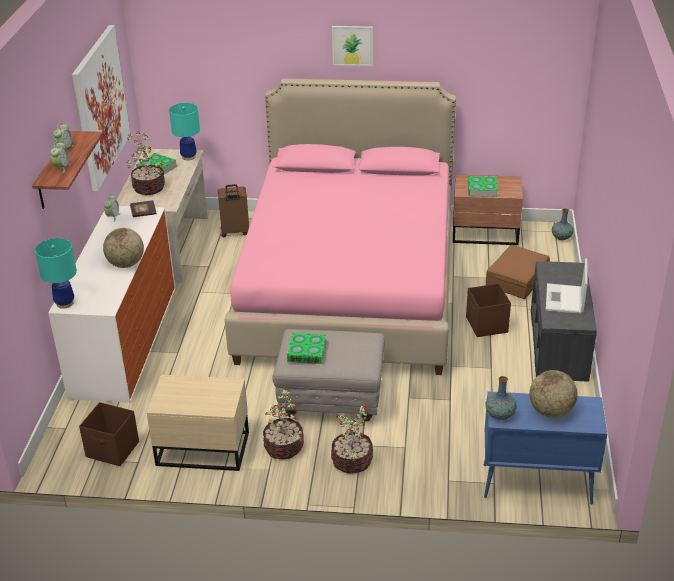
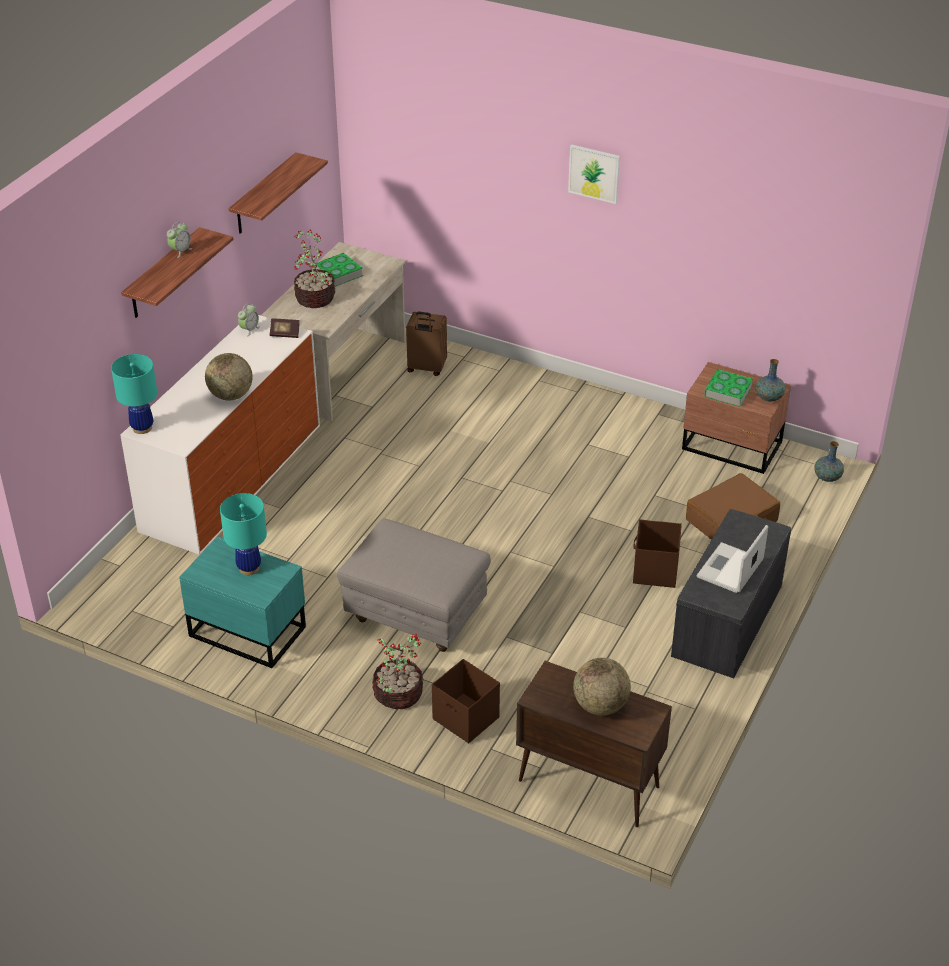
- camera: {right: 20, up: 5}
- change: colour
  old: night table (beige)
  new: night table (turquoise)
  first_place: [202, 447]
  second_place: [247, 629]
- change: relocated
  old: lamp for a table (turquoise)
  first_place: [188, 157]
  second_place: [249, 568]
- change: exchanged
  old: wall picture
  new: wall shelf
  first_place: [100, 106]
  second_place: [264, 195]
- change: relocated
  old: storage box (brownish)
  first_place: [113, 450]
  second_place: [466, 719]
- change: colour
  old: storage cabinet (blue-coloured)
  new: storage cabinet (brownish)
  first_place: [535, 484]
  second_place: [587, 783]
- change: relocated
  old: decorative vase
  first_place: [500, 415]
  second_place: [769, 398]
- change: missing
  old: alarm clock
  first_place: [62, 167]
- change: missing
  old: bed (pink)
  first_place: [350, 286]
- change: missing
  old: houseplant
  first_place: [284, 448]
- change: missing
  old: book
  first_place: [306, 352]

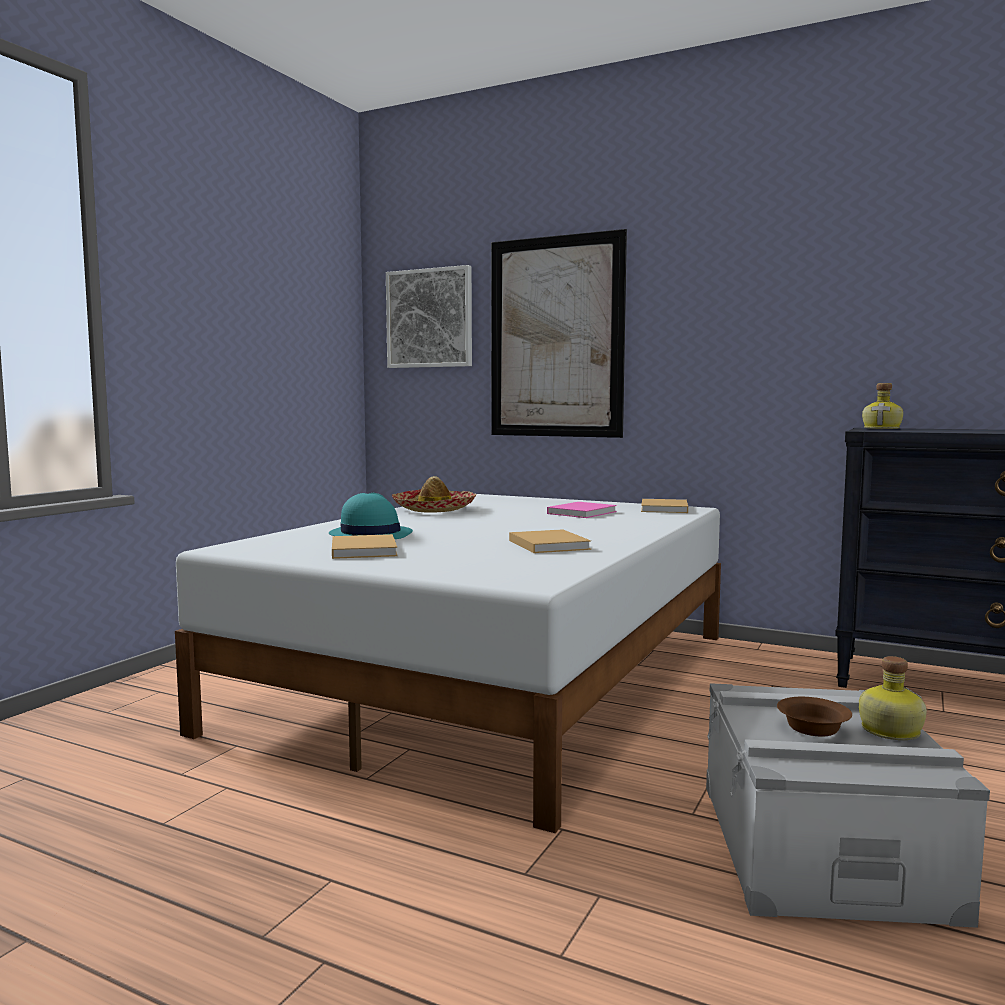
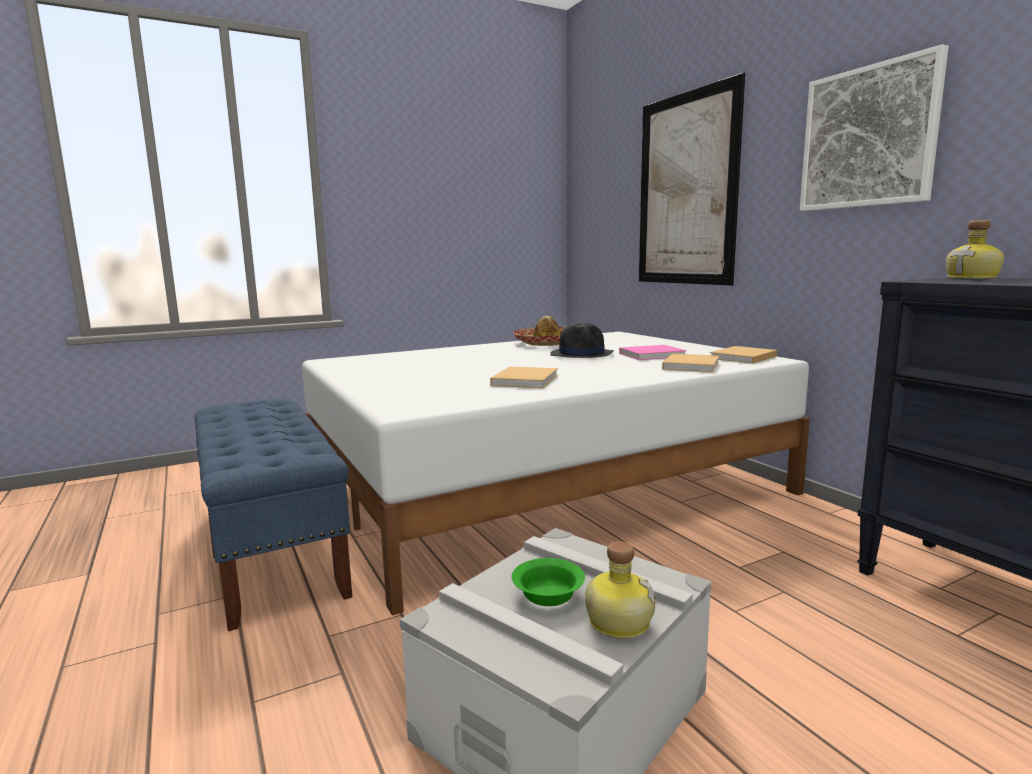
- camera: {right: 35, up: 5}
- change: appeared
  new: indoor bench (blue-coloured)
  second_place: [272, 548]
- change: colour
  old: deep dish (brownish)
  new: deep dish (greenish)
  first_place: [811, 729]
  second_place: [546, 594]
- change: appeared
  new: hat (black)
  second_place: [582, 354]
- change: relocated
  old: book (beige)
  first_place: [363, 549]
  second_place: [691, 365]
- change: relocated
  old: wall picture
  first_place: [430, 318]
  second_place: [868, 137]
- change: missing
  old: hat (turquoise)
  first_place: [370, 534]

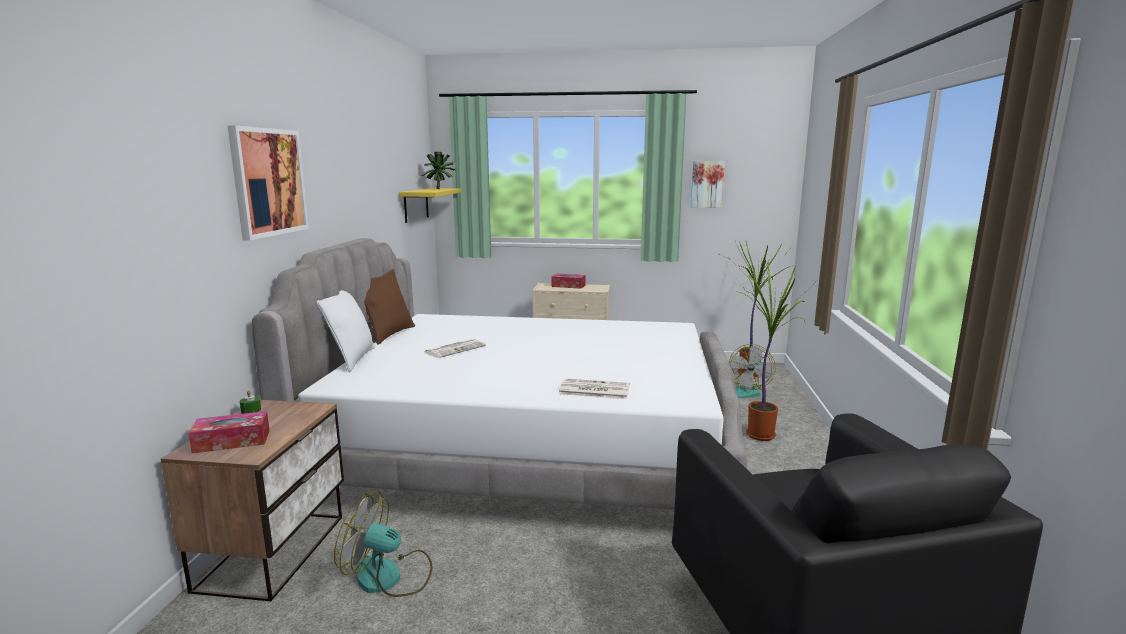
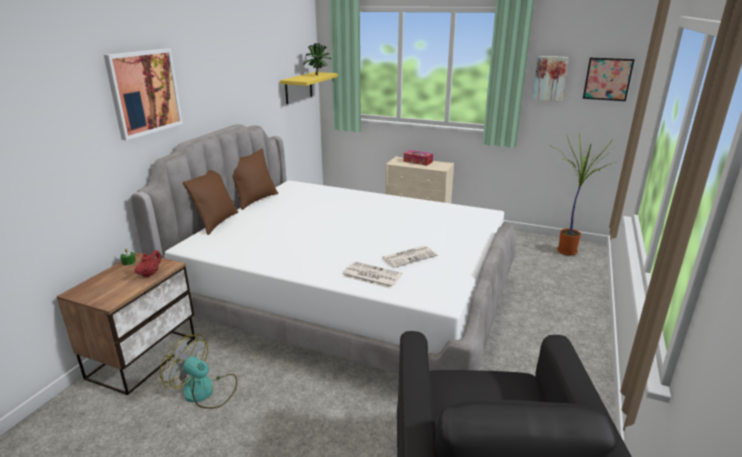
- camera: {right: 15, up: 10}
- change: appeared
  new: teapot (red)
  second_place: [150, 274]
- change: colour
  old: throw pillow (whitish)
  new: throw pillow (brownish)
  first_place: [352, 359]
  second_place: [216, 222]
- change: relocated
  old: daily paper
  first_place: [455, 349]
  second_place: [409, 257]
- change: appeared
  new: wall picture
  second_place: [607, 79]
- change: missing
  old: tissue box
  first_place: [232, 441]
- change: missing
  old: cooling fan
  first_place: [746, 391]
- change: missing
  old: houseplant
  first_place: [760, 434]

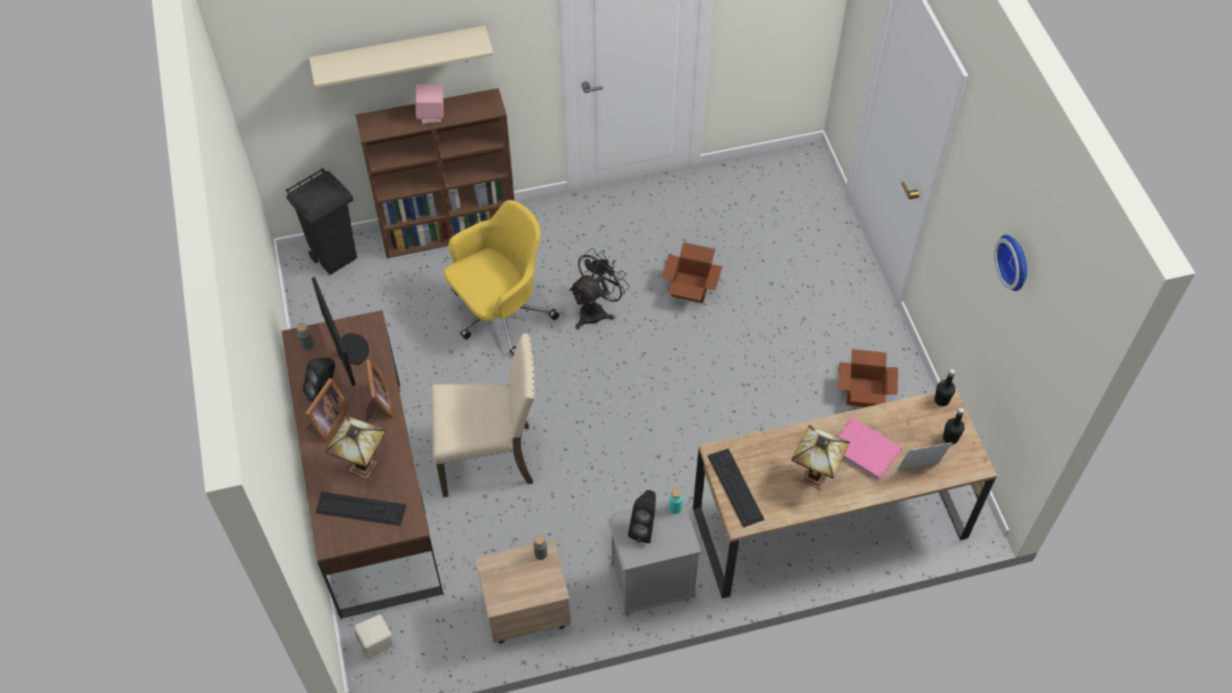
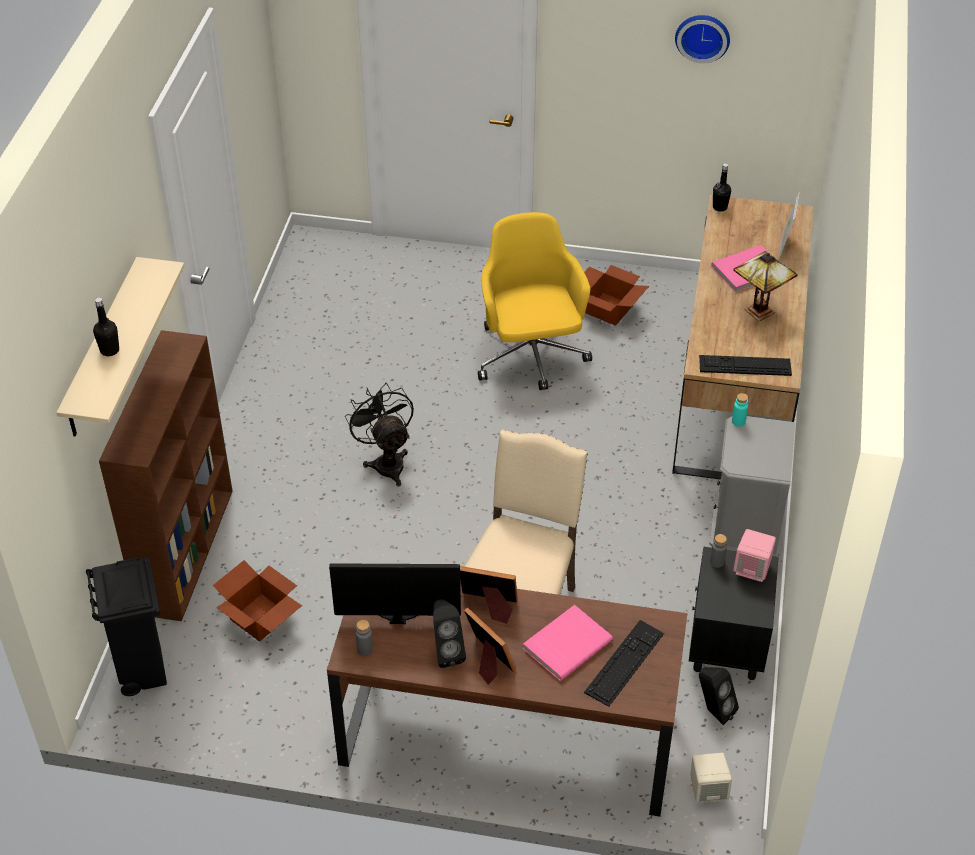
- camera: {right: -65, up: -10}
- change: relocated
  old: beverage bottle (black)
  first_place: [950, 438]
  second_place: [109, 350]
- change: relocated
  old: cardboard box
  first_place: [689, 288]
  second_place: [260, 619]
- change: relocated
  old: office chair (yellow)
  first_place: [500, 314]
  second_place: [531, 356]
- change: exchanged
  old: lamp for a table
  new: book (pink)
  first_place: [363, 465]
  second_place: [566, 644]
- change: colour
  old: night table (beige)
  new: night table (black)
  first_place: [525, 611]
  second_place: [726, 645]
- change: relocated
  old: audio speaker (black)
  first_place: [644, 528]
  second_place: [713, 711]
- change: relocated
  old: audio speaker (pink)
  first_place: [431, 115]
  second_place: [752, 569]

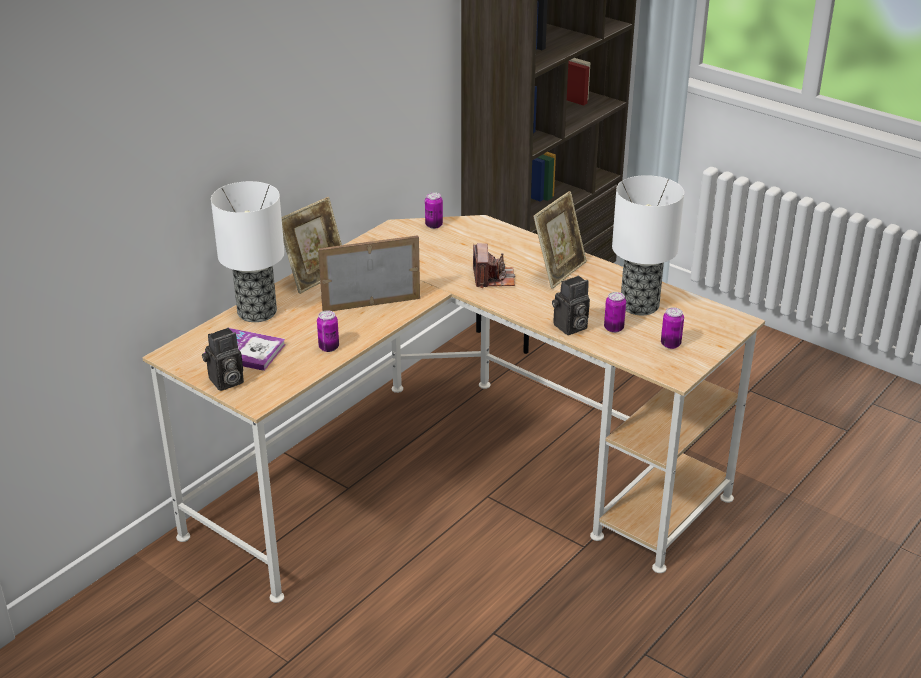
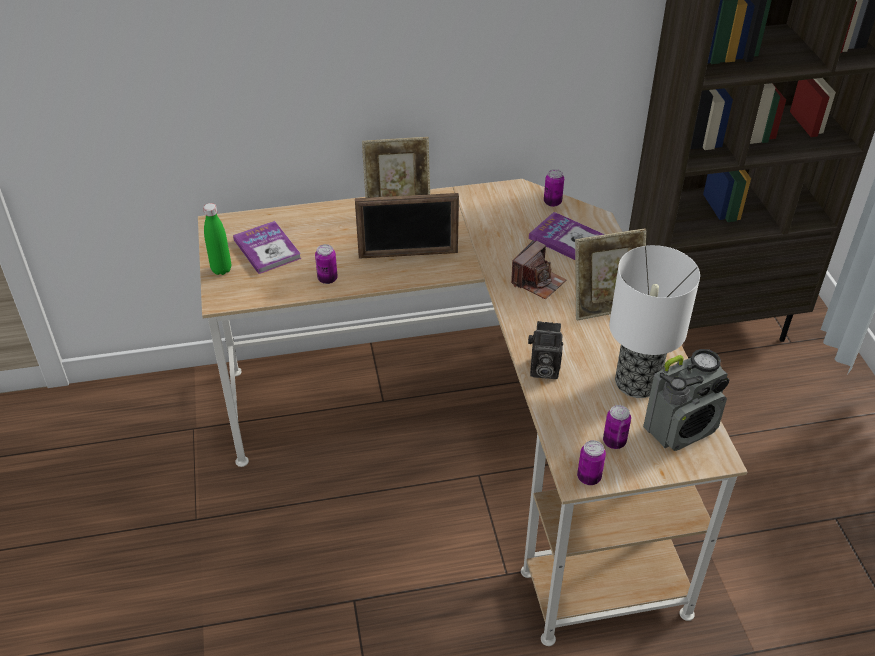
- camera: {right: 40, up: 10}
- change: exchanged
  old: photo camera
  new: beverage bottle (greenish)
  first_place: [225, 382]
  second_place: [221, 269]
- change: spun
  old: picture frame
  first_place: [371, 304]
  second_place: [408, 254]
  degrees: 150
- change: appeared
  new: book
  second_place: [566, 239]
- change: relocated
  old: can
  first_place: [613, 328]
  second_place: [589, 477]
- change: appeared
  new: radio set
  second_place: [681, 428]
- change: missing
  old: lamp for a table
  first_place: [258, 312]

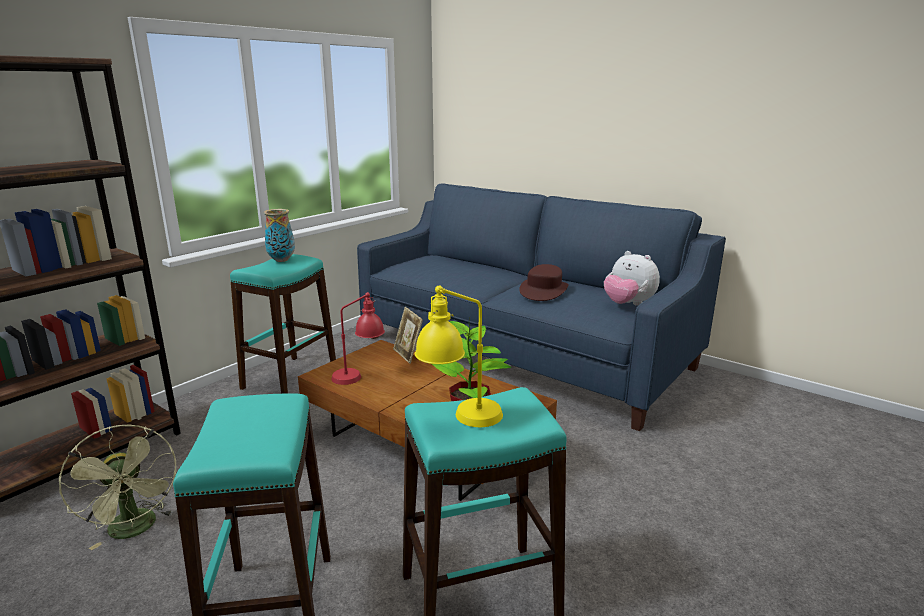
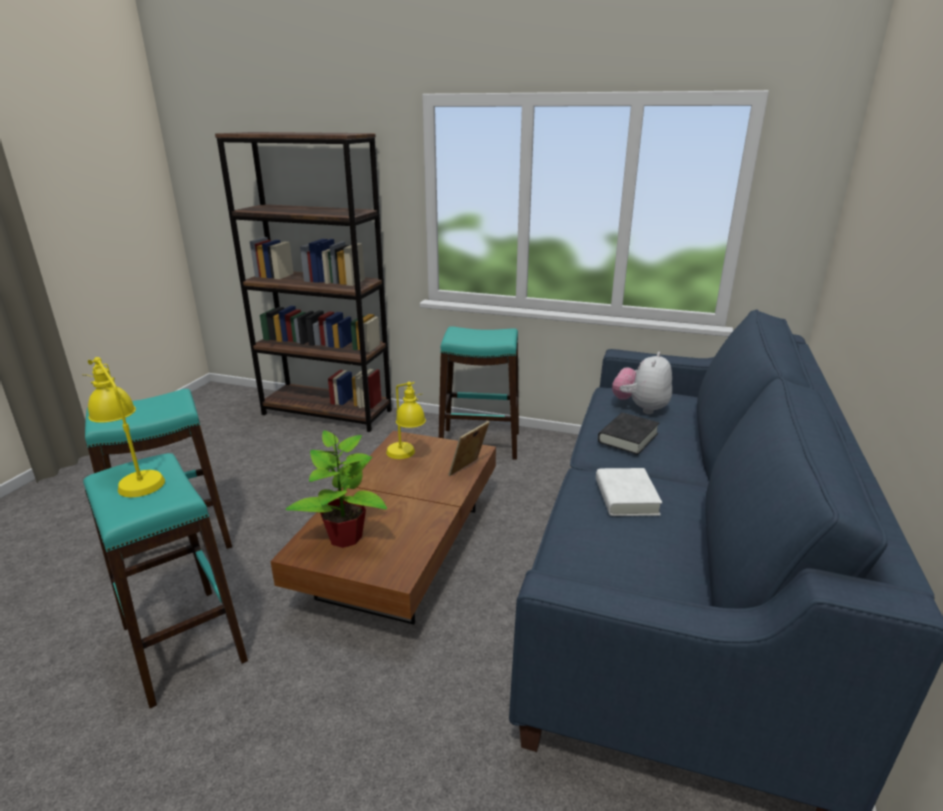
- camera: {right: 70, up: 5}
- change: colour
  old: lamp for a table (red)
  new: lamp for a table (yellow)
  first_place: [359, 376]
  second_place: [407, 457]
- change: exchanged
  old: hat (brownish)
  new: book (whitish)
  first_place: [544, 290]
  second_place: [626, 497]
- change: appeared
  new: book (black)
  second_place: [628, 438]
- change: relocated
  old: soft toy
  first_place: [628, 304]
  second_place: [640, 408]
- change: missing
  old: cooling fan (greenish)
  first_place: [136, 530]
- change: missing
  old: decorative vase
  first_place: [282, 260]

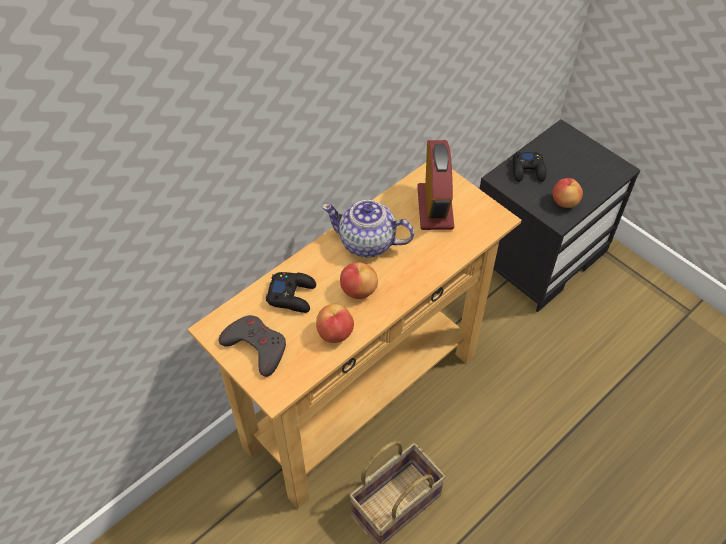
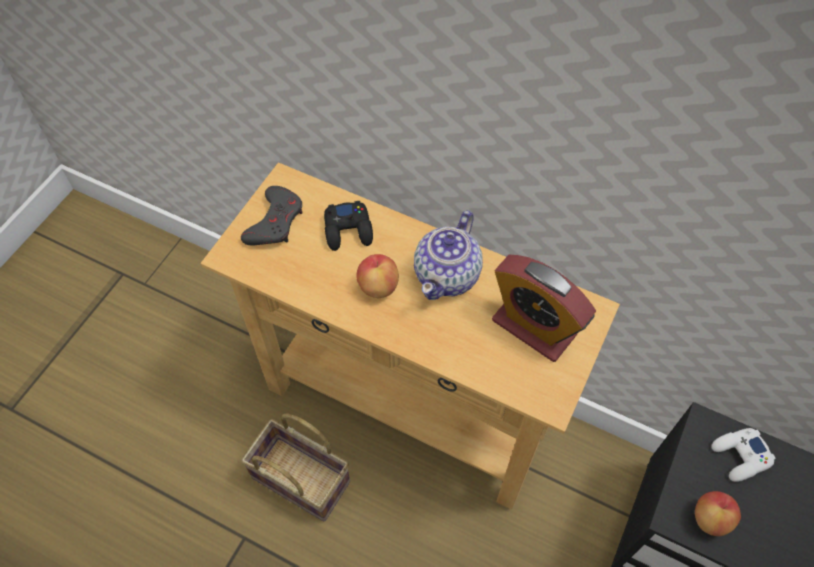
- camera: {right: 70, up: 5}
- change: spun
  old: teapot
  first_place: [368, 243]
  second_place: [448, 275]
  degrees: -150
- change: spun
  old: alarm clock
  first_place: [435, 208]
  second_place: [534, 327]
  degrees: 60
- change: colour
  old: game controller (black)
  new: game controller (whitish)
  first_place: [528, 170]
  second_place: [740, 457]
- change: missing
  old: apple
  first_place: [335, 333]

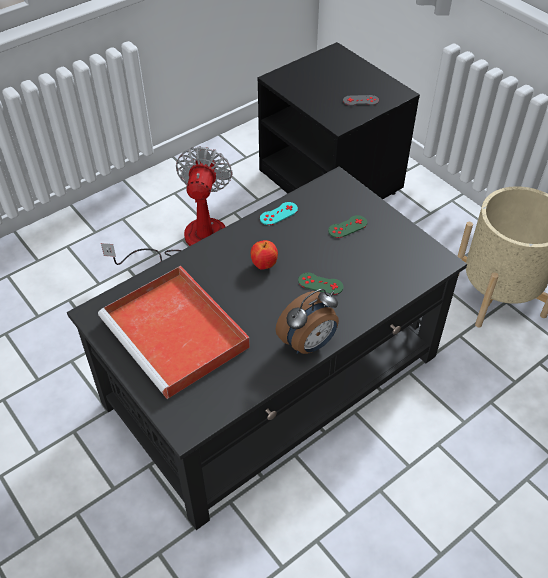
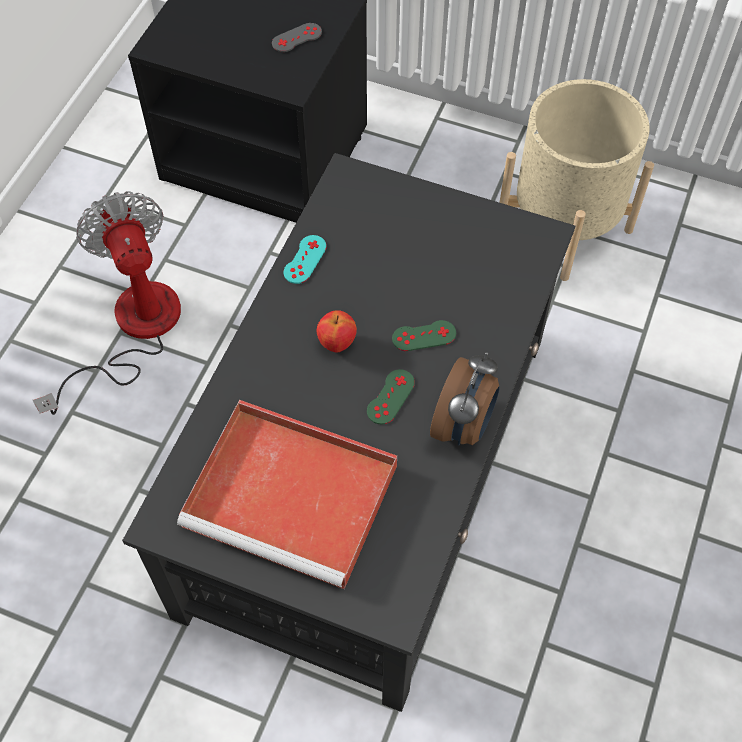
- camera: {right: -30, up: 10}
- change: relocated
  old: game controller (greenish)
  first_place: [347, 227]
  second_place: [390, 397]

